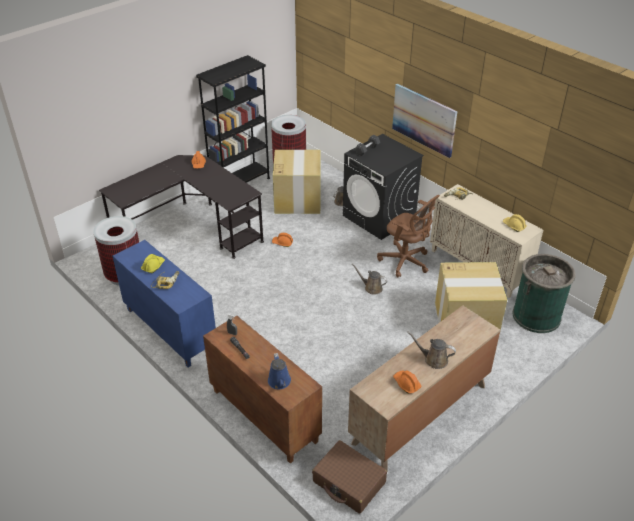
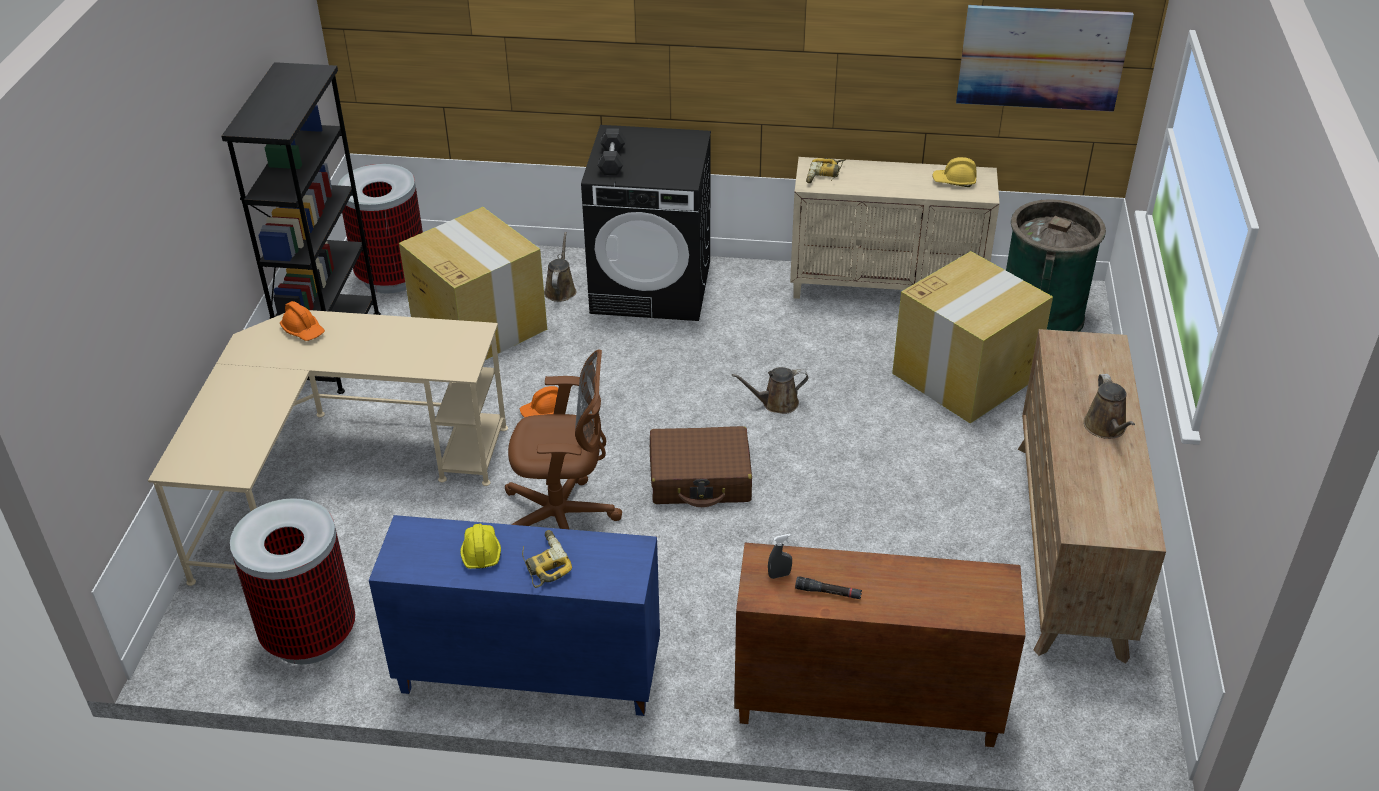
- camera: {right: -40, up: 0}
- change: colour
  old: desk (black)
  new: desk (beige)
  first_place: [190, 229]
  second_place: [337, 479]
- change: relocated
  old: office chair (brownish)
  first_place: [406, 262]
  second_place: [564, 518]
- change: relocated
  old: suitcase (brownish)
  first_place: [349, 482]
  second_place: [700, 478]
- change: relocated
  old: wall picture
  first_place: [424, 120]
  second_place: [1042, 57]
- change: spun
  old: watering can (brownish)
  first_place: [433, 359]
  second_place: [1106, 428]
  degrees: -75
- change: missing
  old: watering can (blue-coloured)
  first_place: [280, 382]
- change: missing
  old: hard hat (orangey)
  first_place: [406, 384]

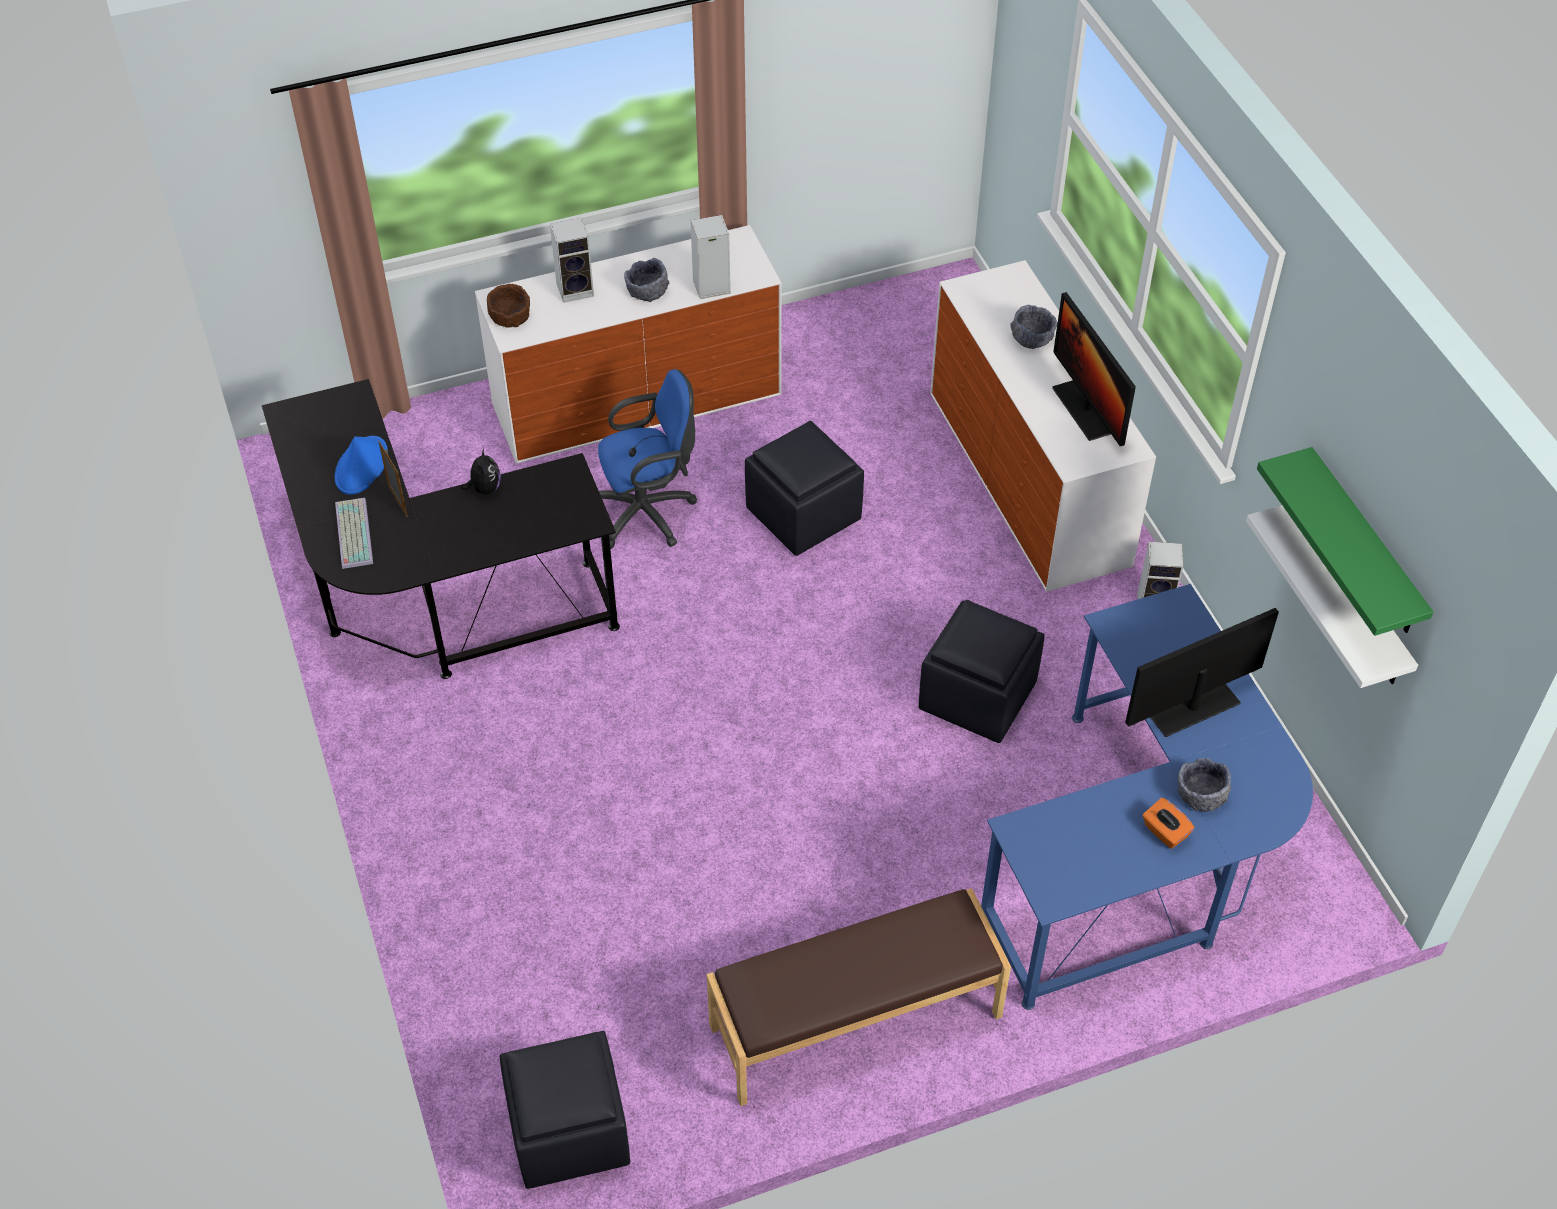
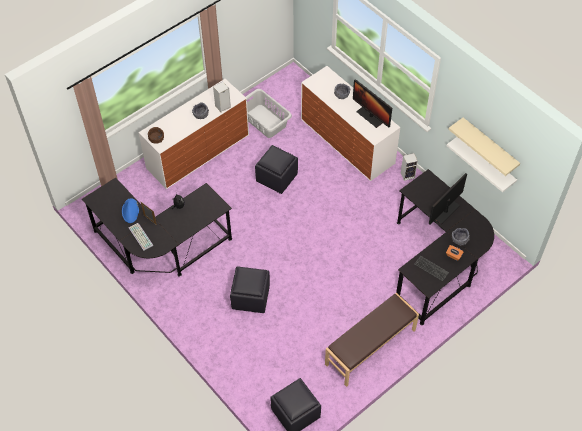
- camera: {right: -20, up: 5}
- change: relocated
  old: footrest (black)
  first_place: [978, 697]
  second_place: [251, 297]
- change: appeared
  new: hamper (grey)
  second_place: [265, 121]
- change: colour
  old: desk (blue-coloured)
  new: desk (black)
  first_place: [1142, 855]
  second_place: [437, 262]
- change: appeared
  new: keyboard
  second_place: [431, 268]
- change: colour
  old: wall shelf (greenish)
  new: wall shelf (beige)
  first_place: [1364, 545]
  second_place: [489, 145]
- change: missing
  old: audio speaker
  first_place: [576, 289]
- change: missing
  old: office chair (blue-coloured)
  first_place: [649, 513]

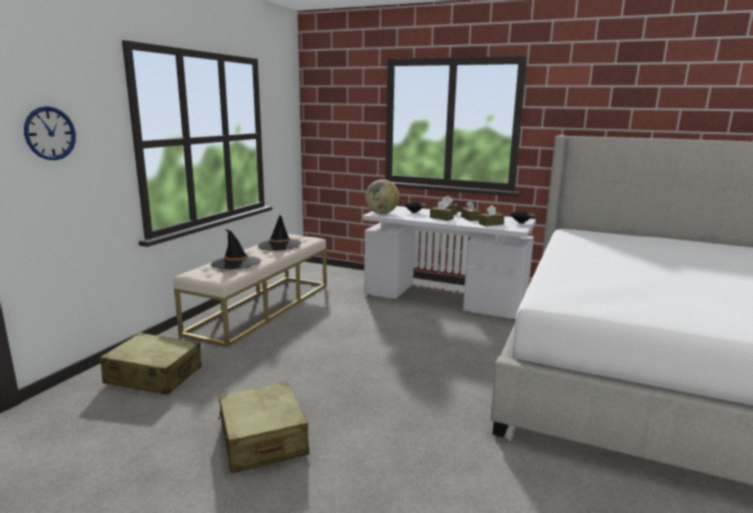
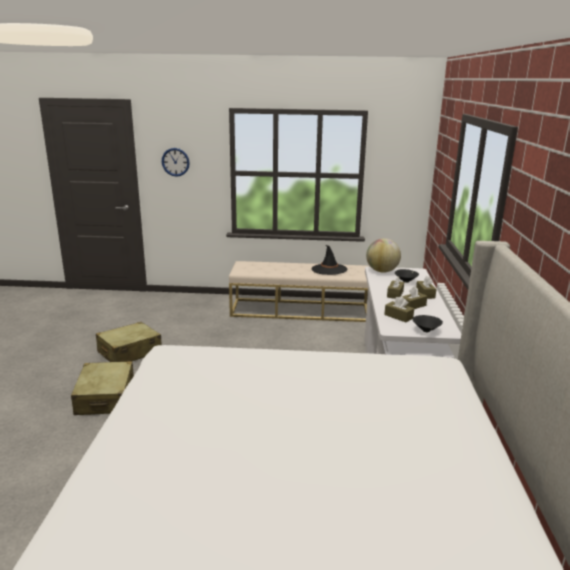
- camera: {right: 70, up: 5}
- change: relocated
  old: suitcase (beige)
  first_place: [154, 376]
  second_place: [106, 397]
- change: missing
  old: hat (black)
  first_place: [236, 263]

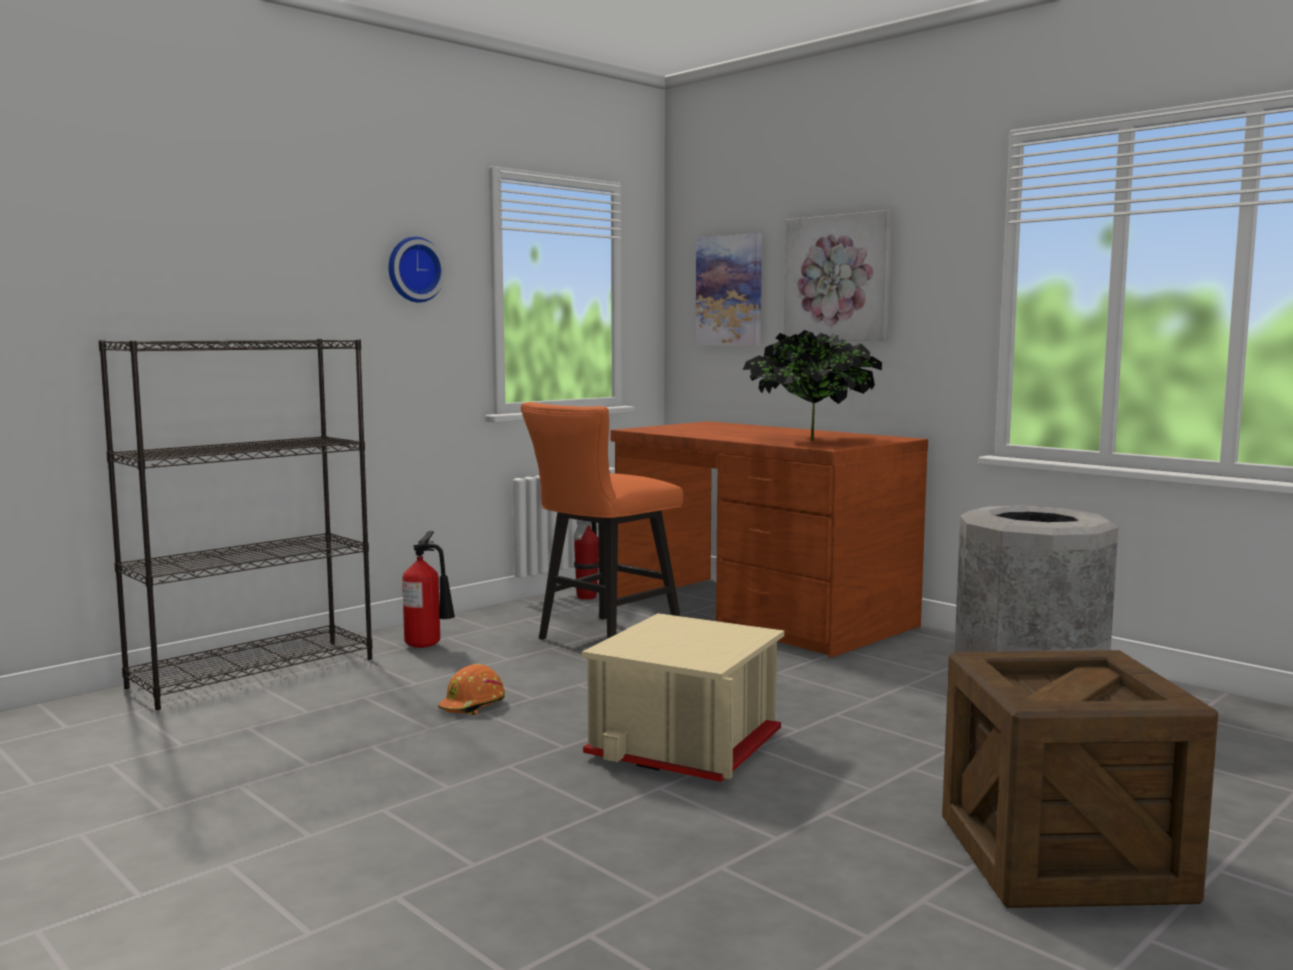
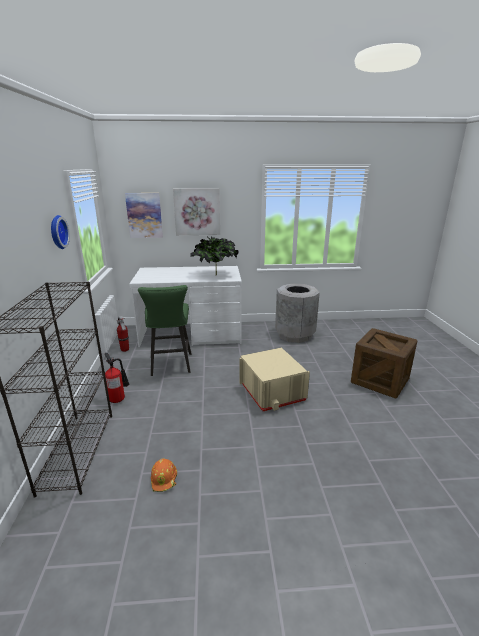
- camera: {right: -50, up: 15}
- change: colour
  old: desk (brownish)
  new: desk (whitish)
  first_place: [760, 613]
  second_place: [191, 334]
- change: colour
  old: stool seat (orangey)
  new: stool seat (greenish)
  first_place: [602, 639]
  second_place: [170, 366]
- change: relocated
  old: hard hat (orangey)
  first_place: [473, 705]
  second_place: [164, 479]

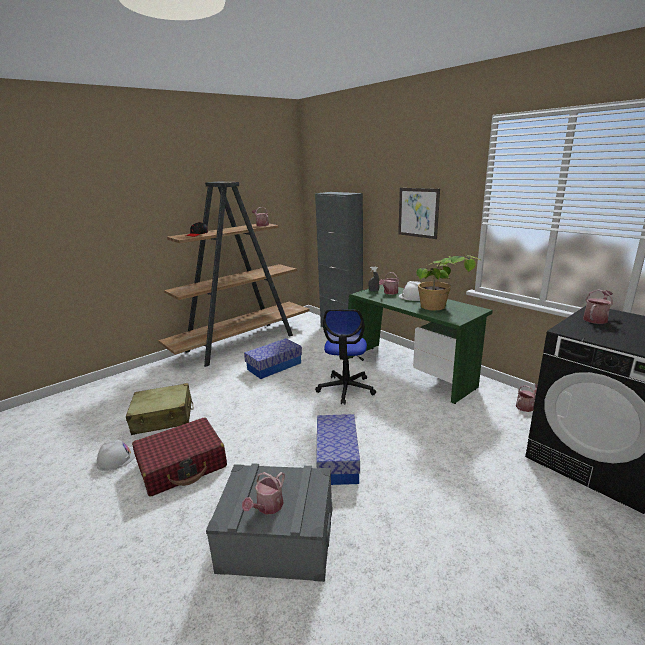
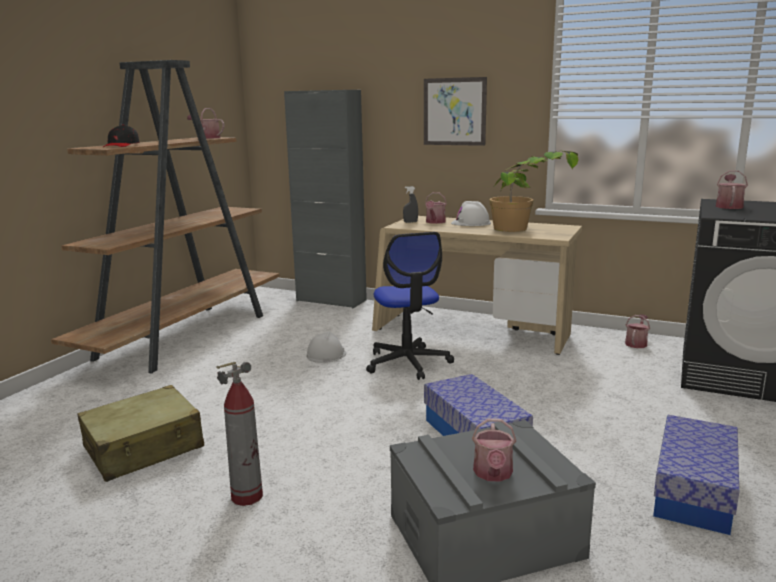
- camera: {right: -25, up: -5}
- change: exchanged
  old: suitcase (red)
  new: extinguisher
  first_place: [182, 465]
  second_place: [247, 496]
- change: relocated
  old: hard hat (whitish)
  first_place: [116, 459]
  second_place: [326, 355]
- change: colour
  old: desk (greenish)
  new: desk (beige)
  first_place: [408, 372]
  second_place: [472, 333]
- change: relocated
  old: storage box
  first_place: [274, 366]
  second_place: [694, 491]

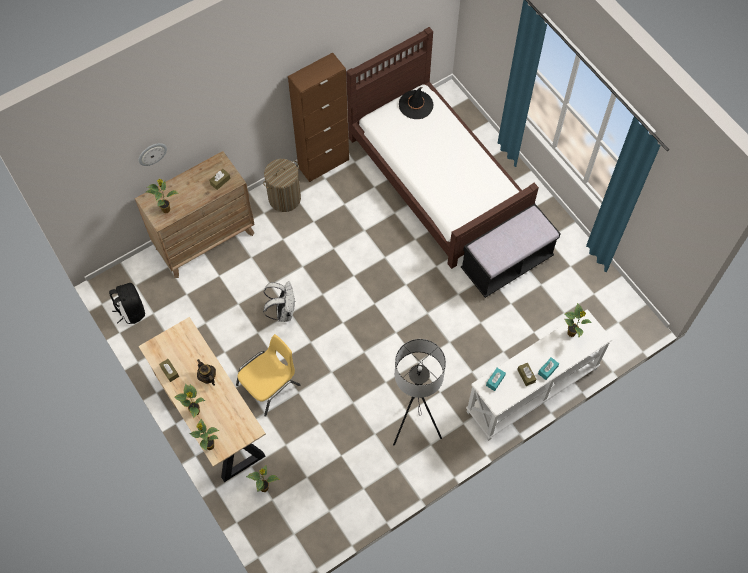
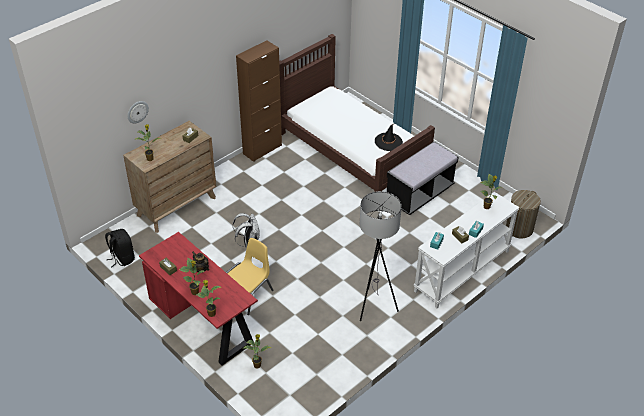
- camera: {right: -10, up: -20}
- change: colour
  old: desk (beige)
  new: desk (red)
  first_place: [211, 416]
  second_place: [202, 321]
- change: relocated
  old: hat (black)
  first_place: [416, 105]
  second_place: [388, 142]
- change: relocated
  old: hamper
  first_place: [284, 198]
  second_place: [519, 229]

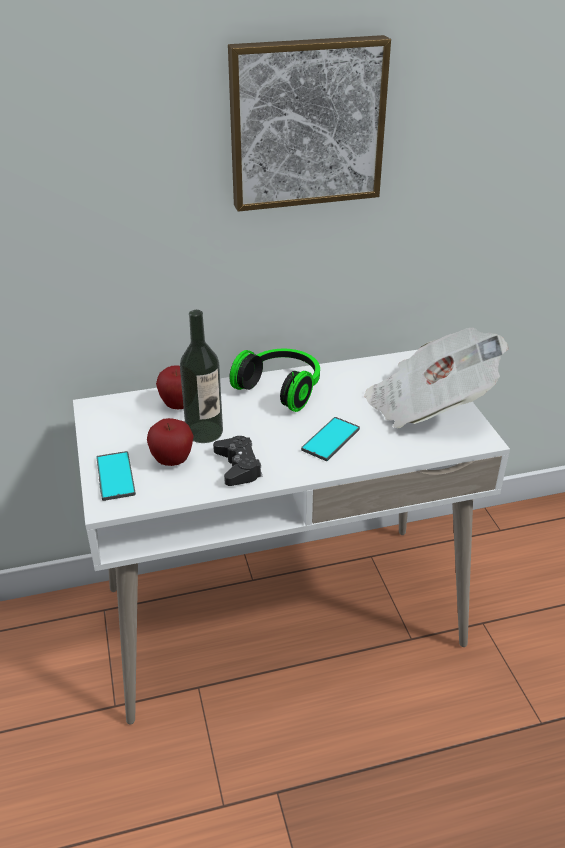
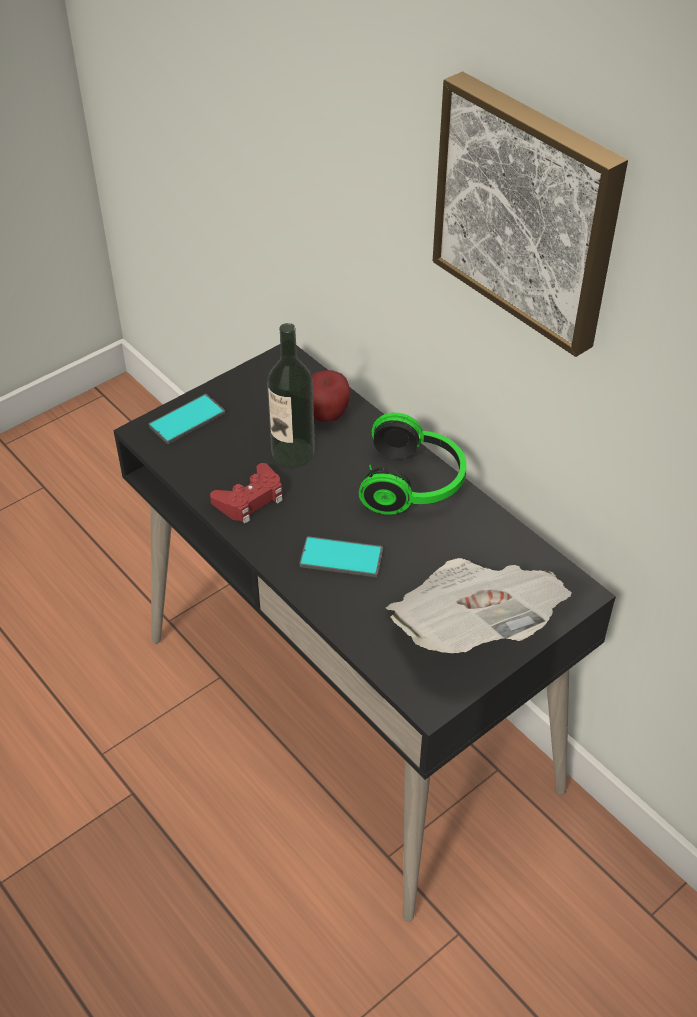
- camera: {right: 65, up: 10}
- change: colour
  old: desk (whitish)
  new: desk (black)
  first_place: [282, 616]
  second_place: [350, 712]
- change: colour
  old: game controller (black)
  new: game controller (red)
  first_place: [238, 466]
  second_place: [250, 499]
- change: missing
  old: apple
  first_place: [172, 461]

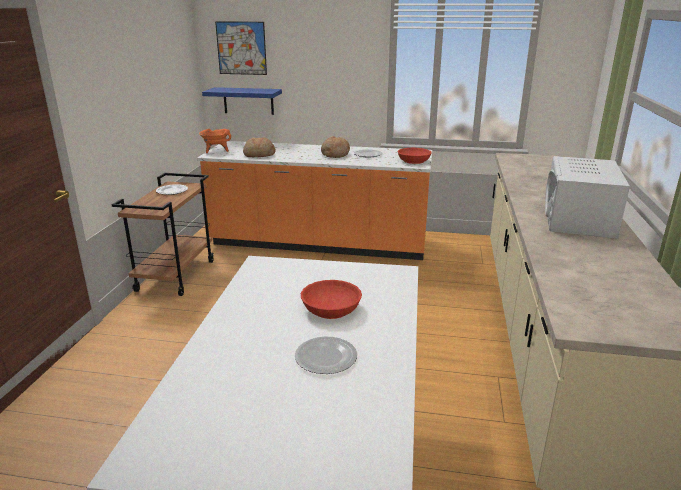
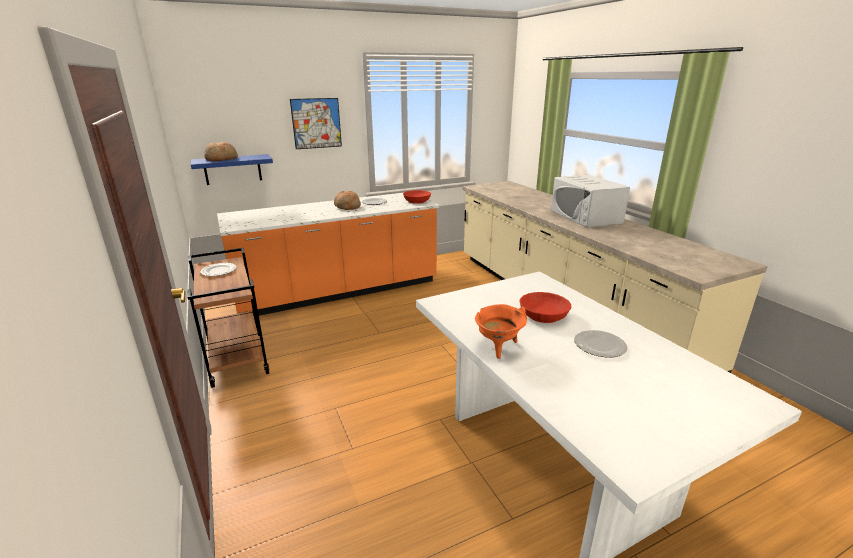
- camera: {right: -35, up: 0}
- change: relocated
  old: baked bread
  first_place: [259, 155]
  second_place: [221, 159]
- change: relocated
  old: wall picture
  first_place: [241, 48]
  second_place: [316, 123]
- change: relocated
  old: cooking pot (orangey)
  first_place: [216, 151]
  second_place: [498, 347]

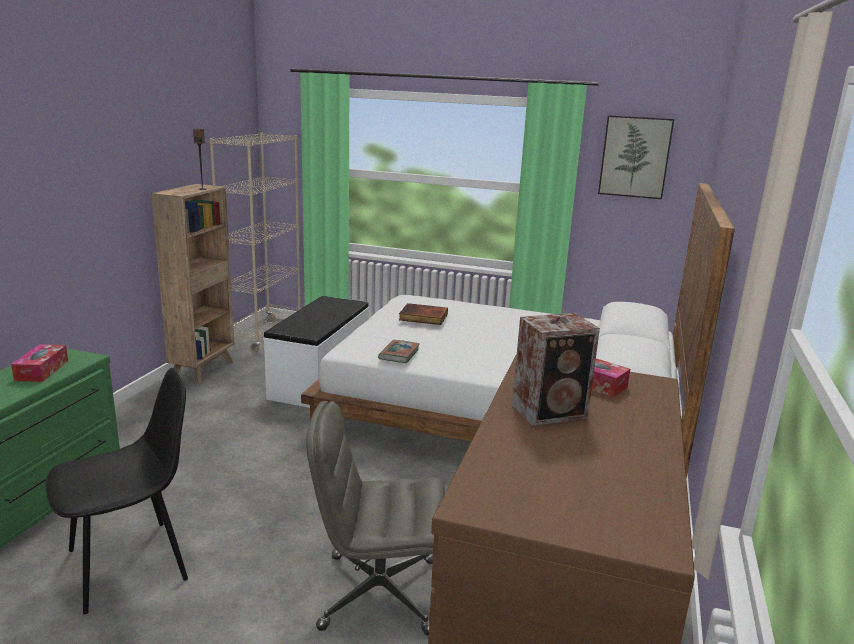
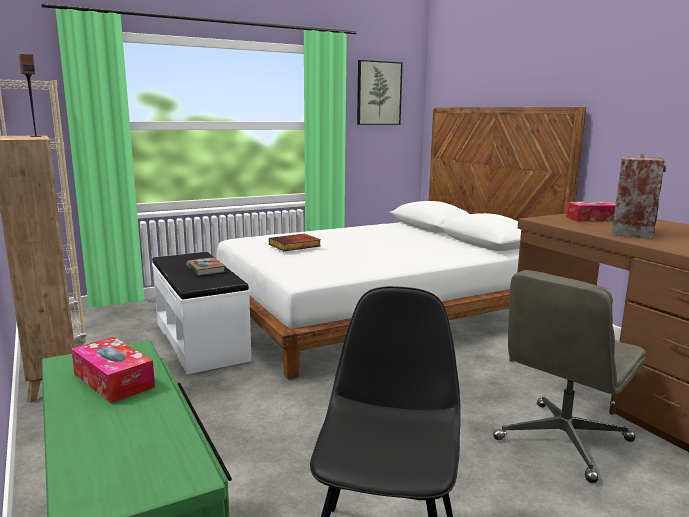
- camera: {right: -45, up: -5}
- change: relocated
  old: book
  first_place: [399, 354]
  second_place: [205, 269]

